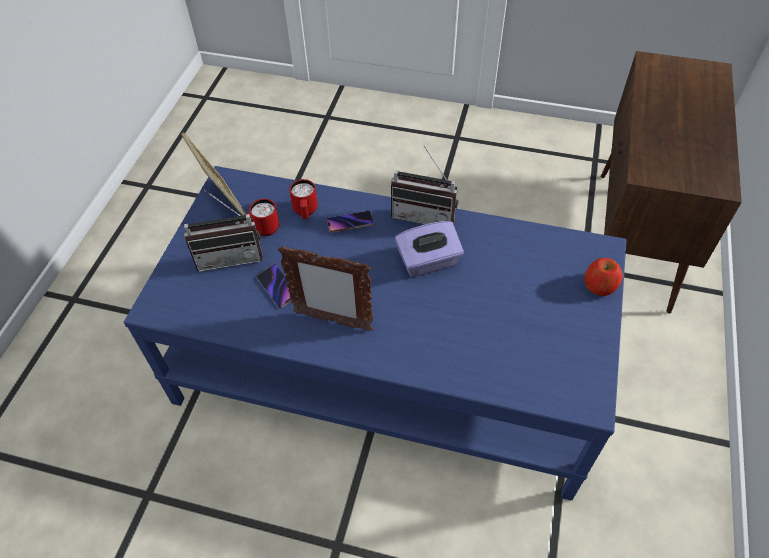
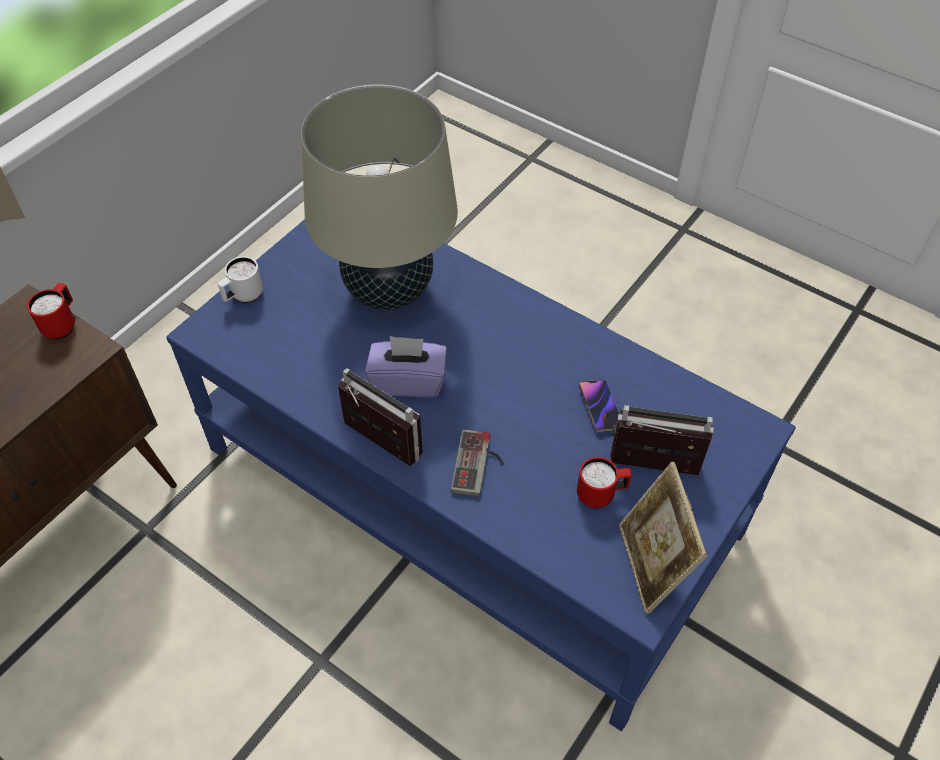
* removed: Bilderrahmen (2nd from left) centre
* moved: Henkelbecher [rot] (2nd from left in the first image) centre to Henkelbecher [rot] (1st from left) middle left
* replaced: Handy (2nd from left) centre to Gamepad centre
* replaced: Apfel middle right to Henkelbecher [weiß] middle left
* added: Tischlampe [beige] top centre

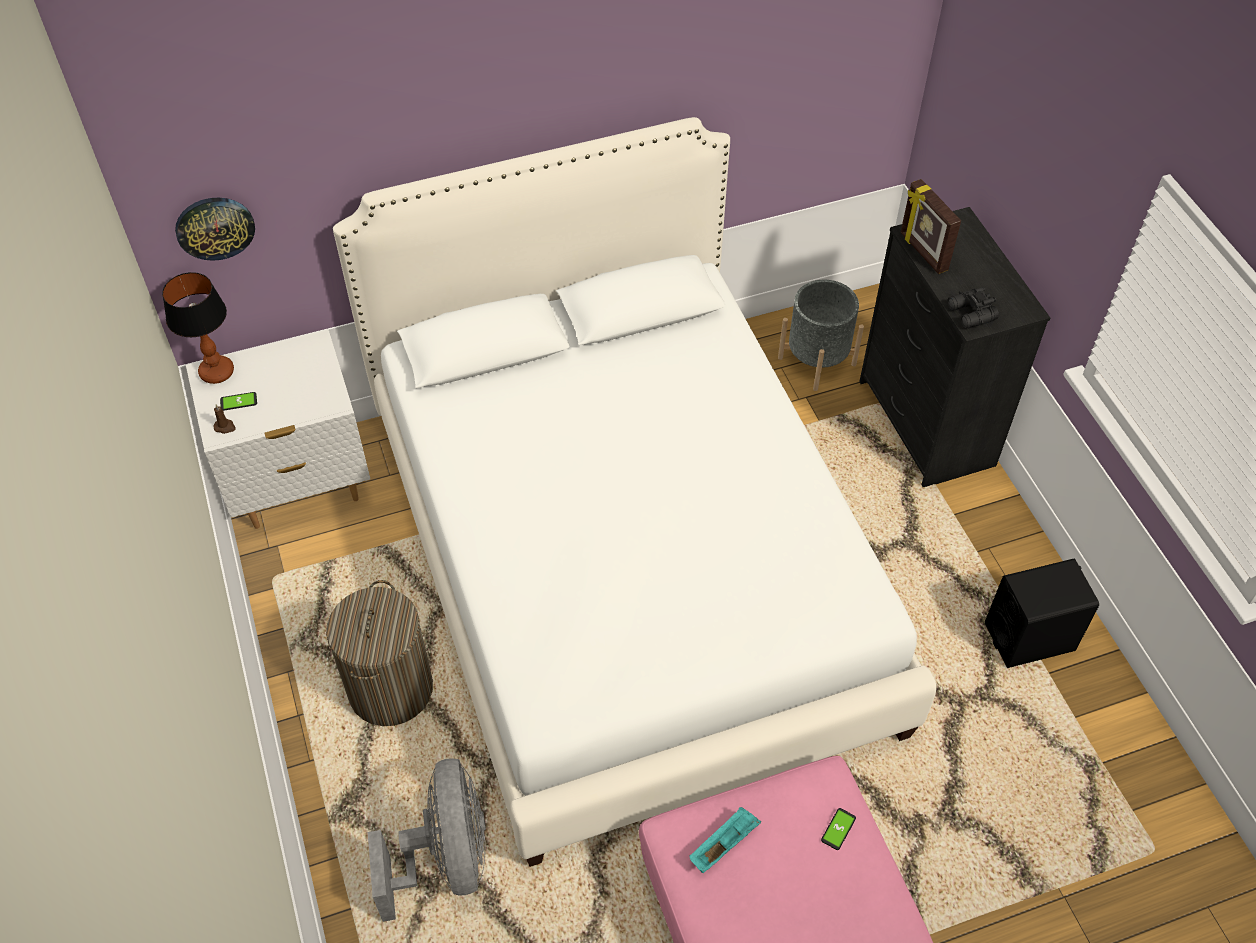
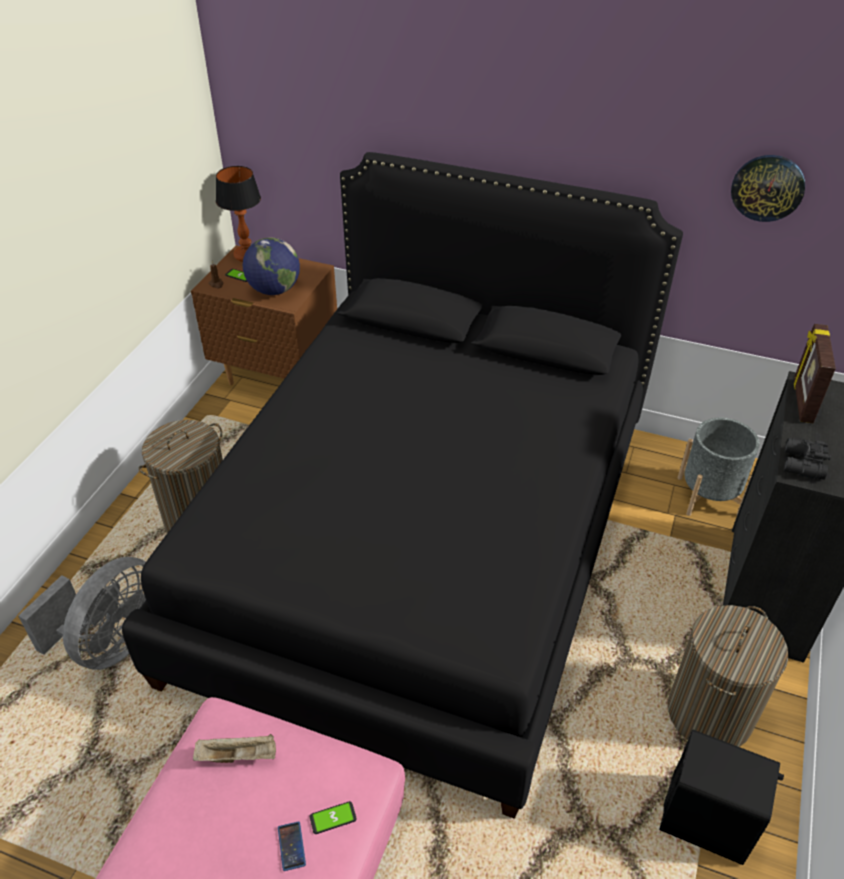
* moved: Wanduhr top left to top right
* recoloured: Nachttisch [weiß] middle left to Nachttisch [braun] middle left
* recoloured: Bett [weiß] centre to Bett [schwarz] centre
* recoloured: Tablett [türkis] bottom centre to Tablett [beige] bottom left
* added: Globus top left
* added: Handy (2nd from left) bottom centre
* added: Wäschekorb (2nd from left) bottom right

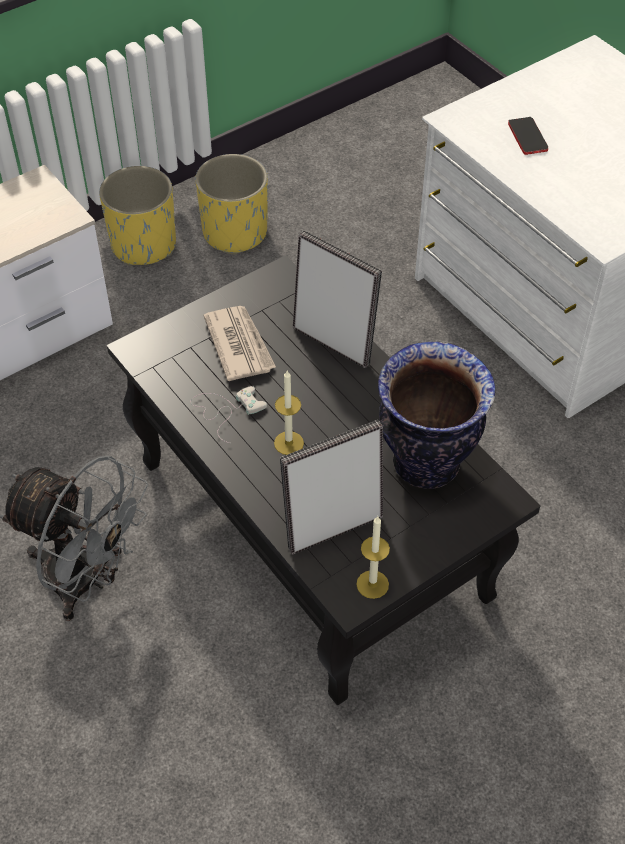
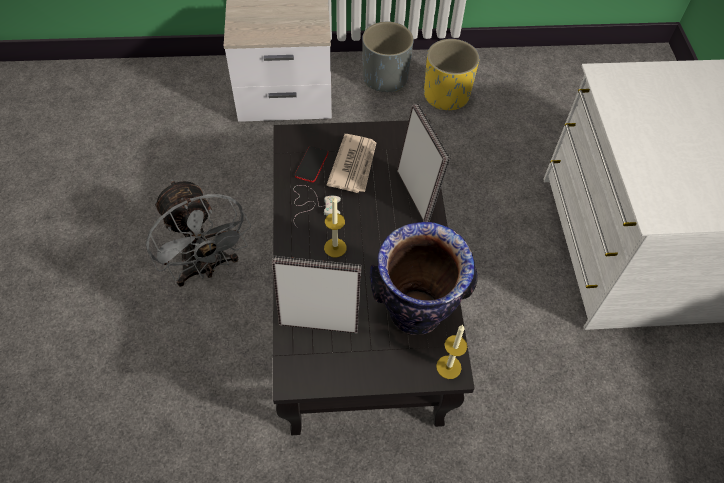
* recoloured: Pflanzkübel [gelb] (1st from left) top left to Pflanzkübel [grau] top centre
* moved: Kerze (2nd from left) centre to bottom centre
* moved: Handy top right to centre

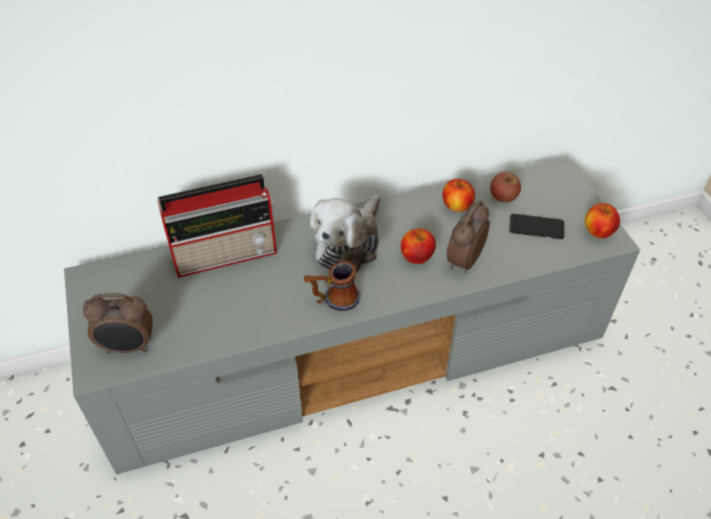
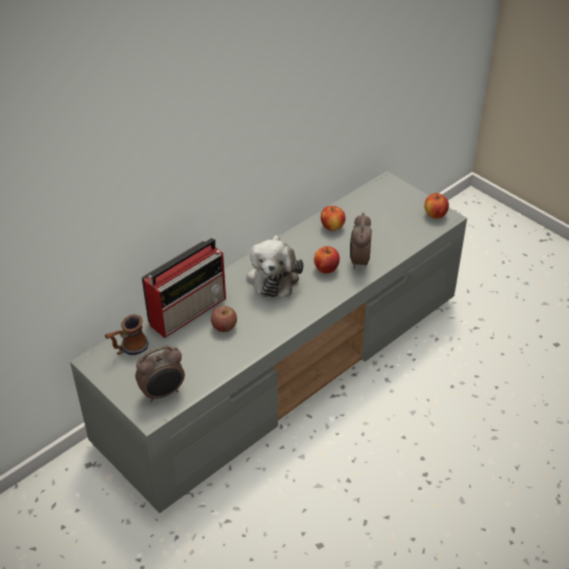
* moved: Henkelbecher centre to middle left
* moved: Apfel (3rd from left in the first image) middle right to Apfel (1st from left) centre
* removed: Handy middle right

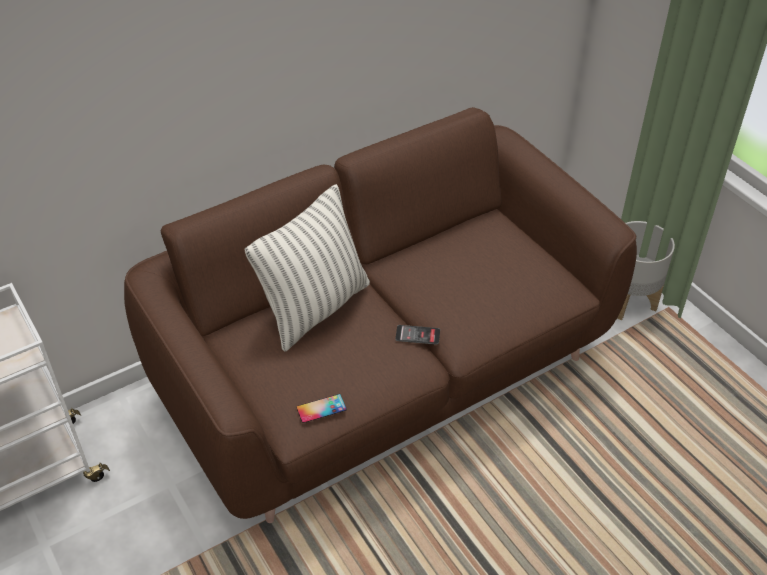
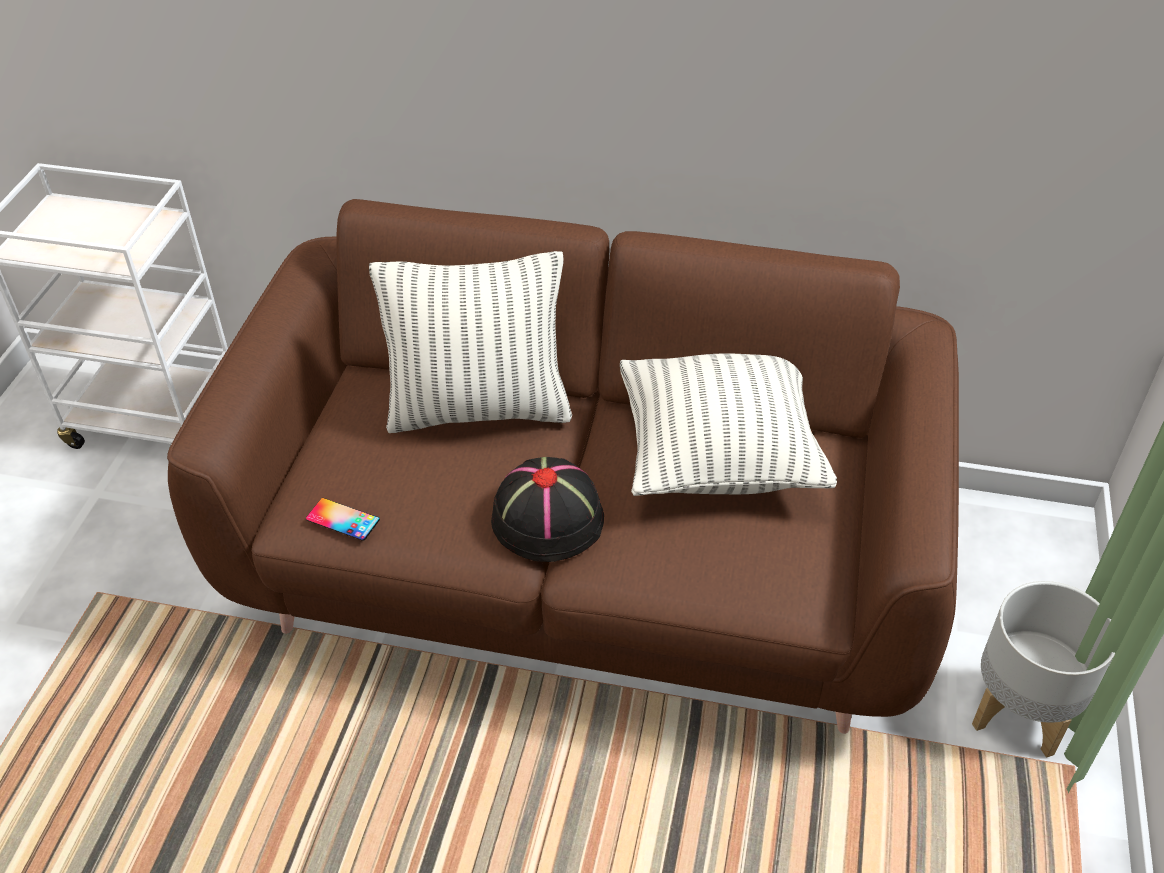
* replaced: Handy (2nd from left) centre to Hut [schwarz] centre
* added: Kissen (2nd from left) centre

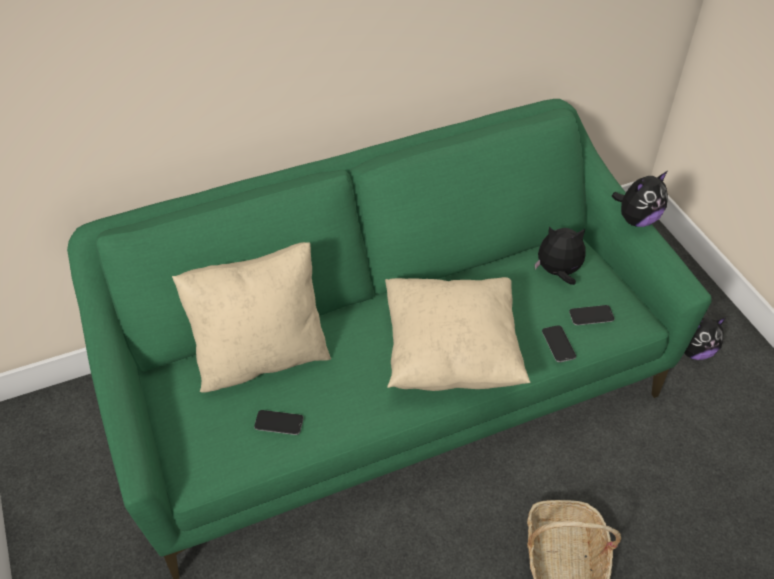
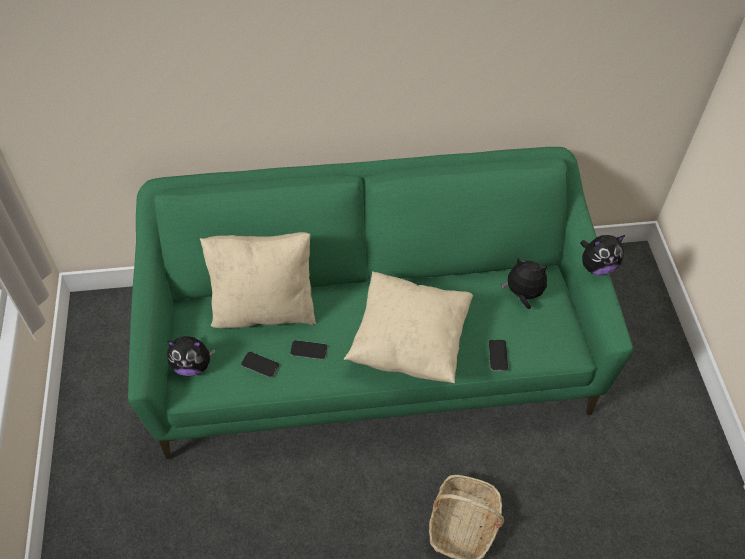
* moved: Handy (3rd from left in the first image) middle right to Handy (2nd from left) centre
* moved: Plüschtier (3rd from left in the first image) middle right to Plüschtier (1st from left) middle left

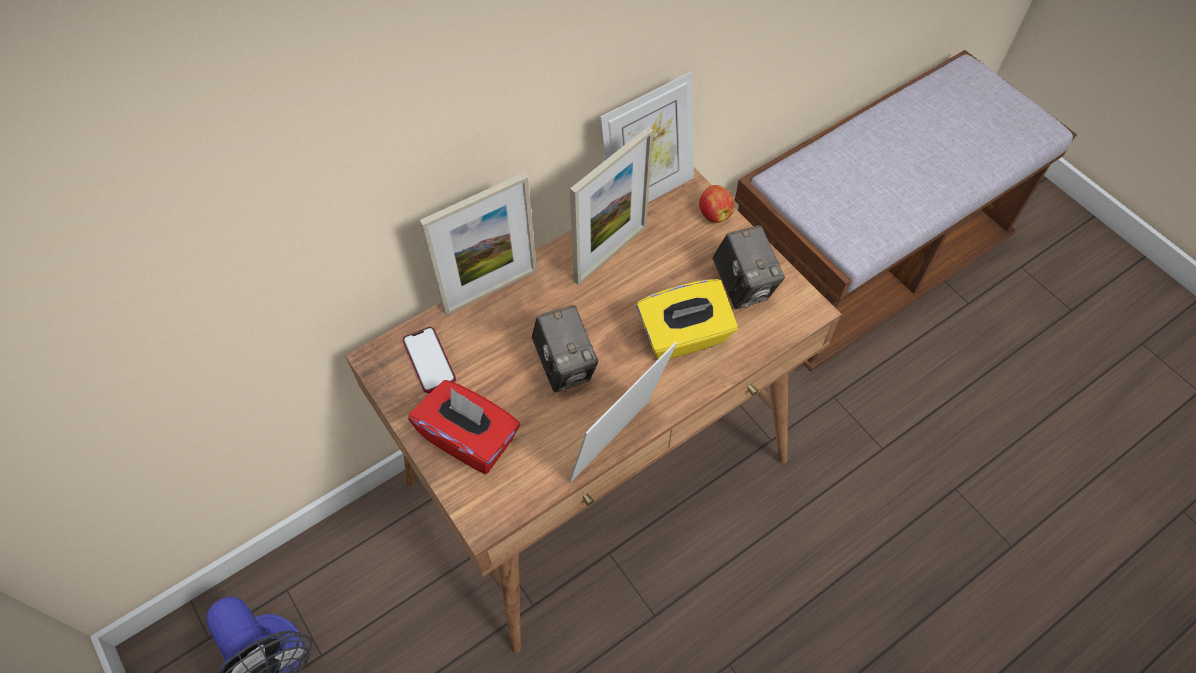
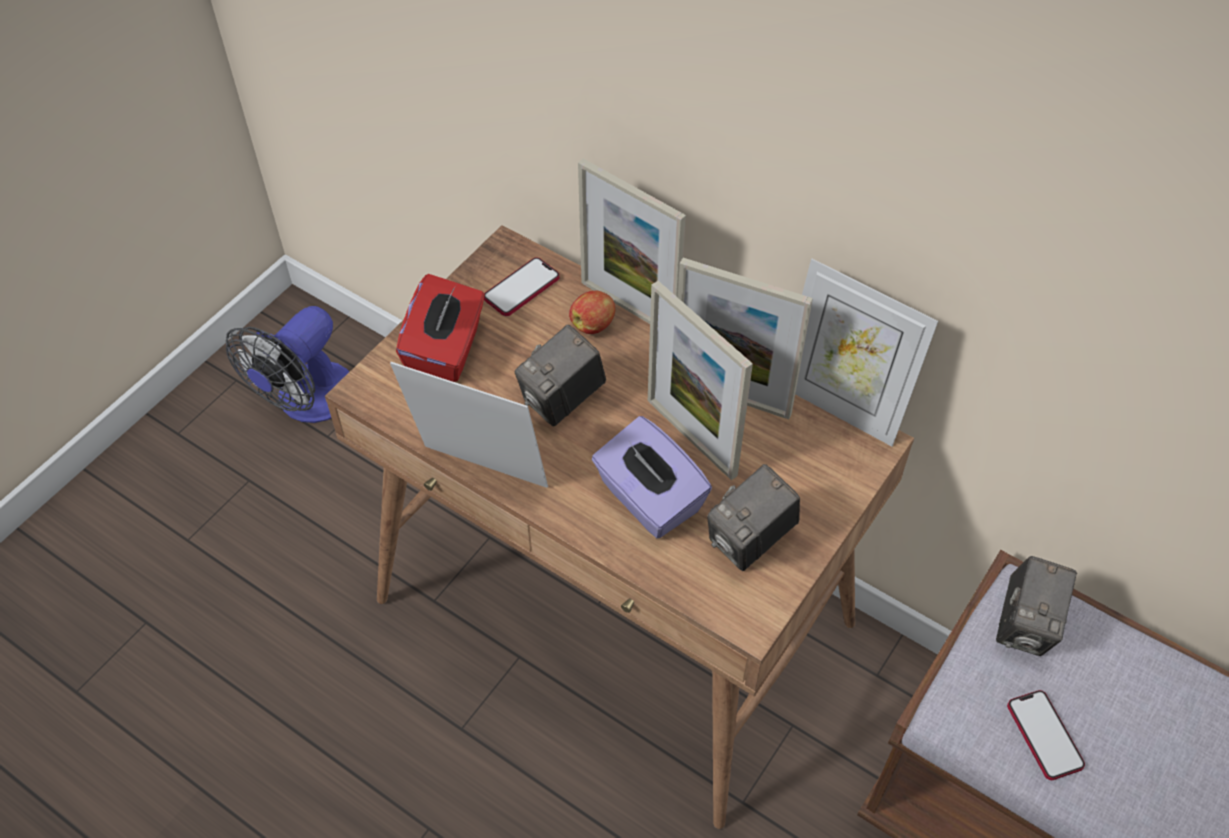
* recoloured: Taschentuchbox [gelb] centre to Taschentuchbox [lila] centre
* moved: Apfel top centre to centre
* added: Bilderrahmen (3rd from left) centre
* added: Kamera (3rd from left) bottom right
* added: Handy (2nd from left) bottom right

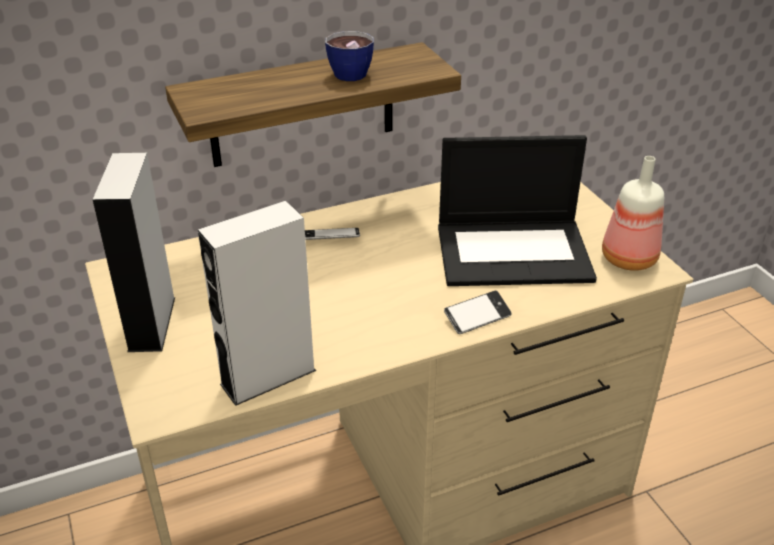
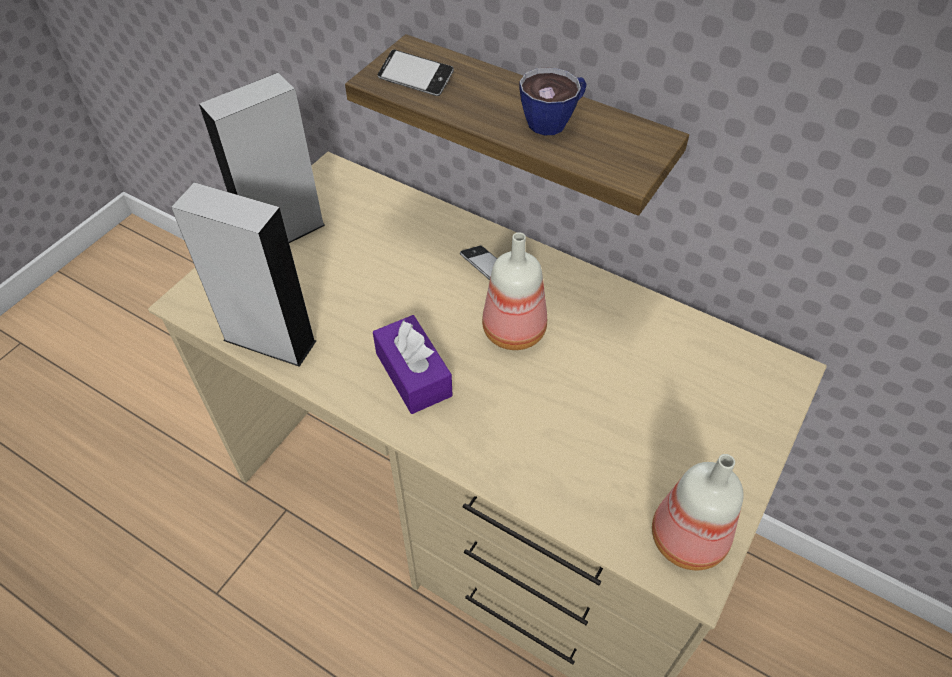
* removed: Laptop middle right
* moved: Handy (2nd from left in the first image) centre to Handy (1st from left) top centre
* added: Taschentuchbox [lila] centre
* added: Flasche (1st from left) centre

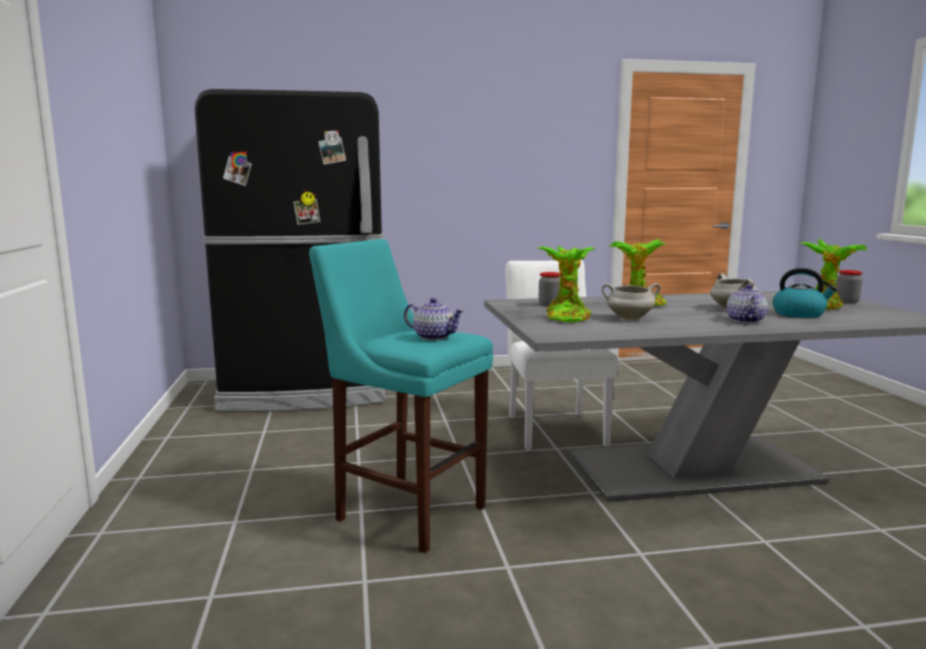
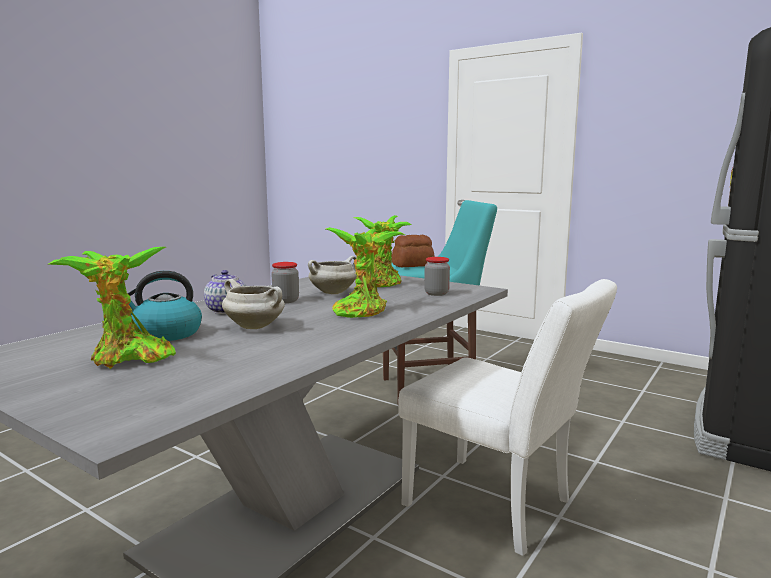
* replaced: Teekanne (1st from left) centre to Brot centre
* moved: Vorratsglas (2nd from left in the first image) middle right to Vorratsglas (1st from left) centre

